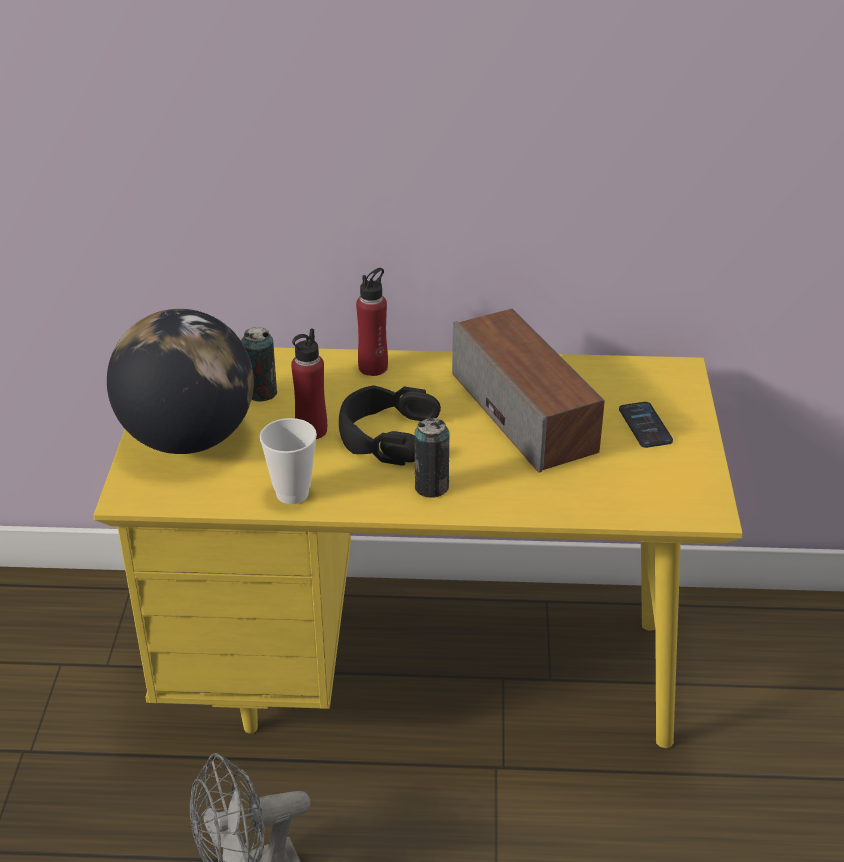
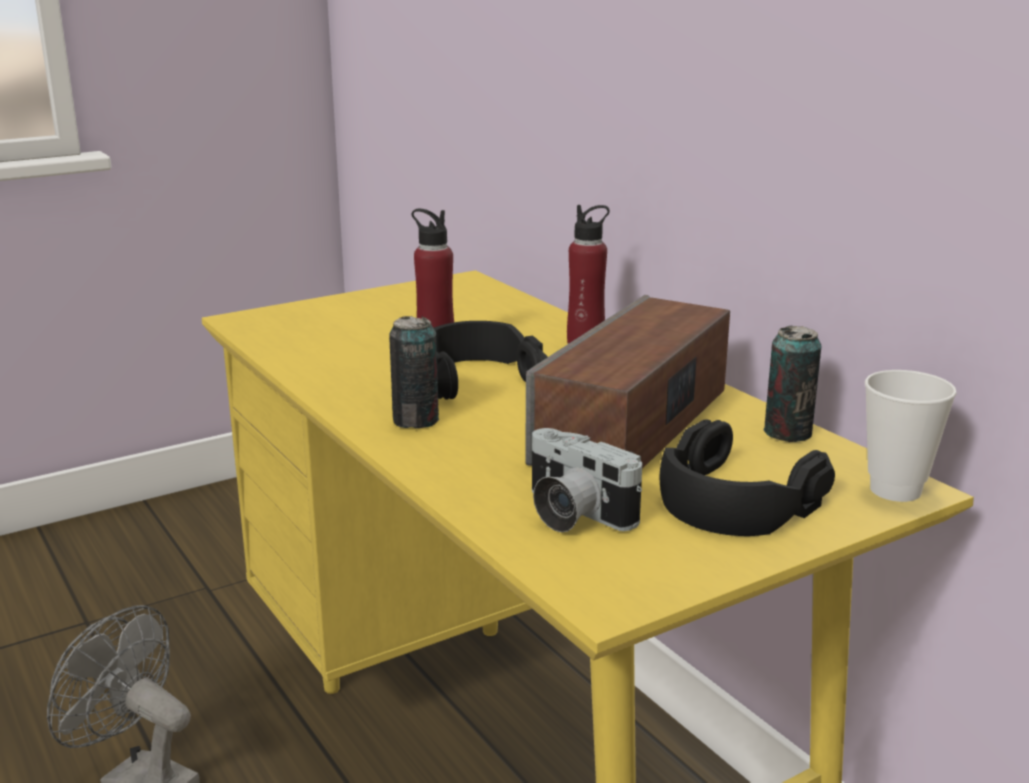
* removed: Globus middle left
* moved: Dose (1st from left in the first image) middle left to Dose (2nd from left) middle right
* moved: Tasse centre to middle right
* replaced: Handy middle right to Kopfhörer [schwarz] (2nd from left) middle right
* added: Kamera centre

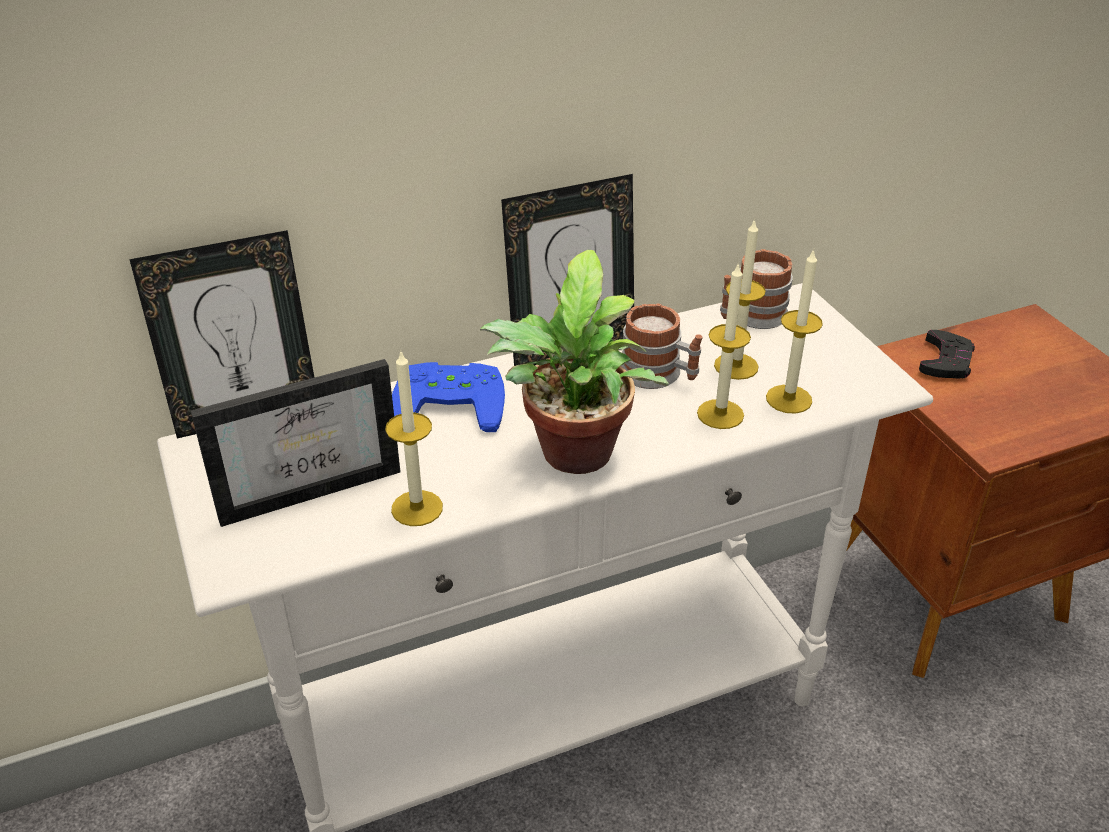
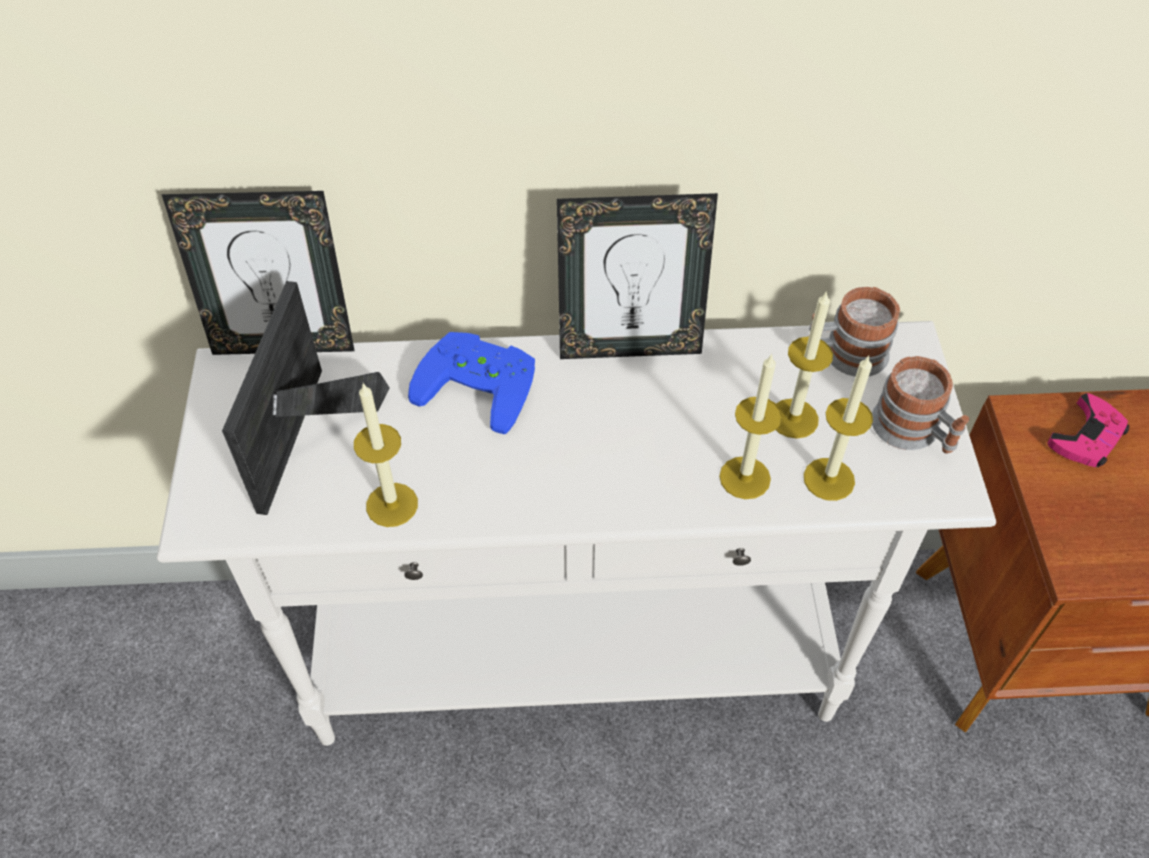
* turned: Bilderrahmen (2nd from left) middle left = middle left 105 degrees clockwise
* removed: Topfpflanze centre
* moved: Henkelbecher (1st from left in the first image) centre to Henkelbecher (2nd from left) middle right
* recoloured: Gamepad [schwarz] middle right to Gamepad [rosa] middle right

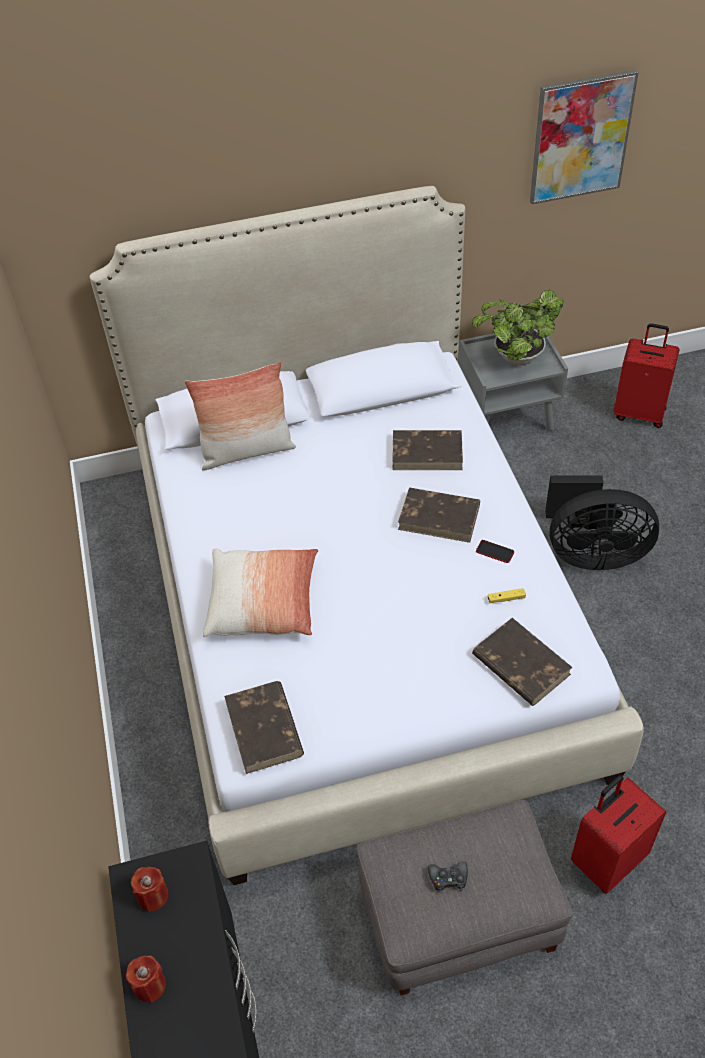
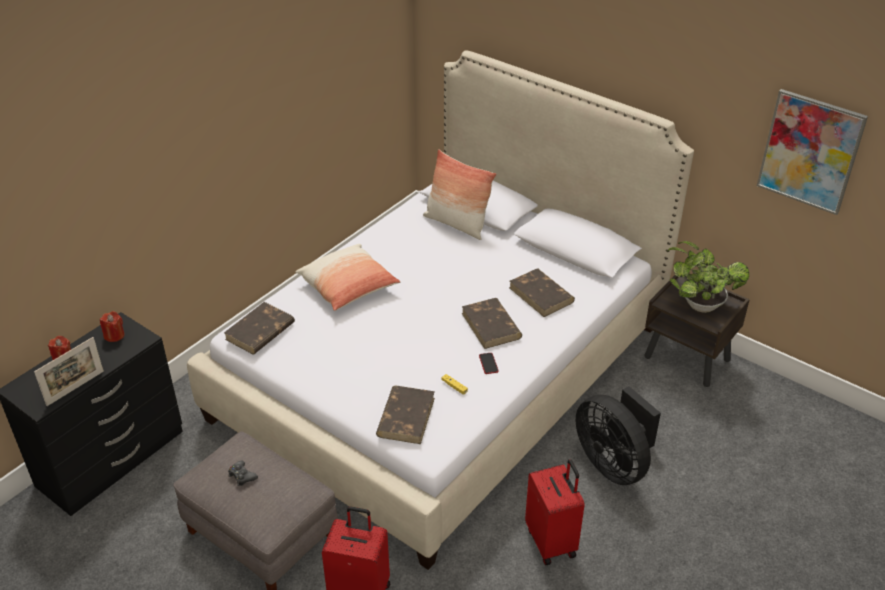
* recoloured: Nachttisch [grau] middle right to Nachttisch [braun] middle right
* moved: Koffer [rot] (2nd from left) middle right to bottom centre
* added: Bilderrahmen middle left

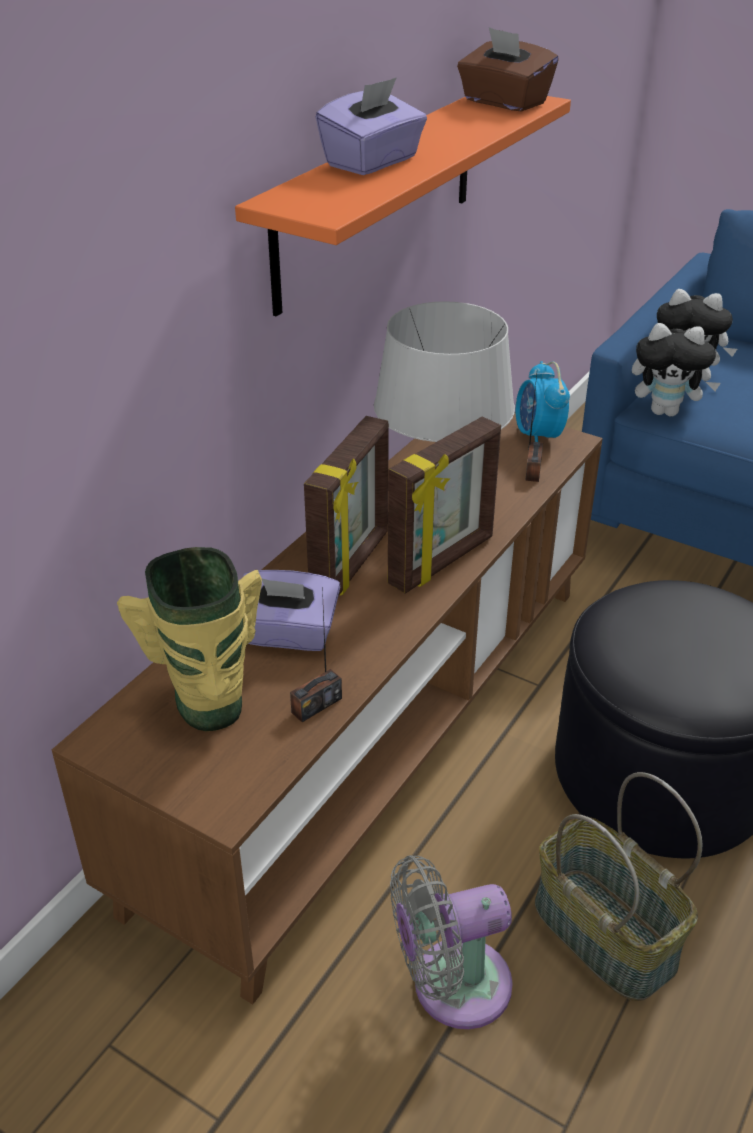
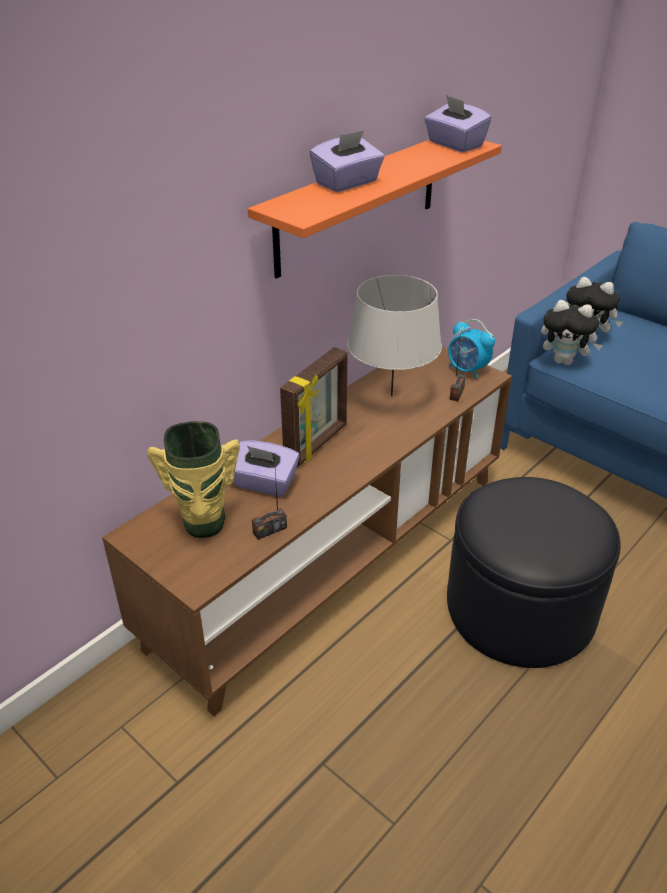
* removed: Bilderrahmen (2nd from left) centre
* removed: Ventilator [grau] bottom centre
* recoloured: Taschentuchbox [braun] top right to Taschentuchbox [lila] (3rd from left) top right
* turned: Wecker middle right = middle right 45 degrees counterclockwise
* removed: Korb bottom right

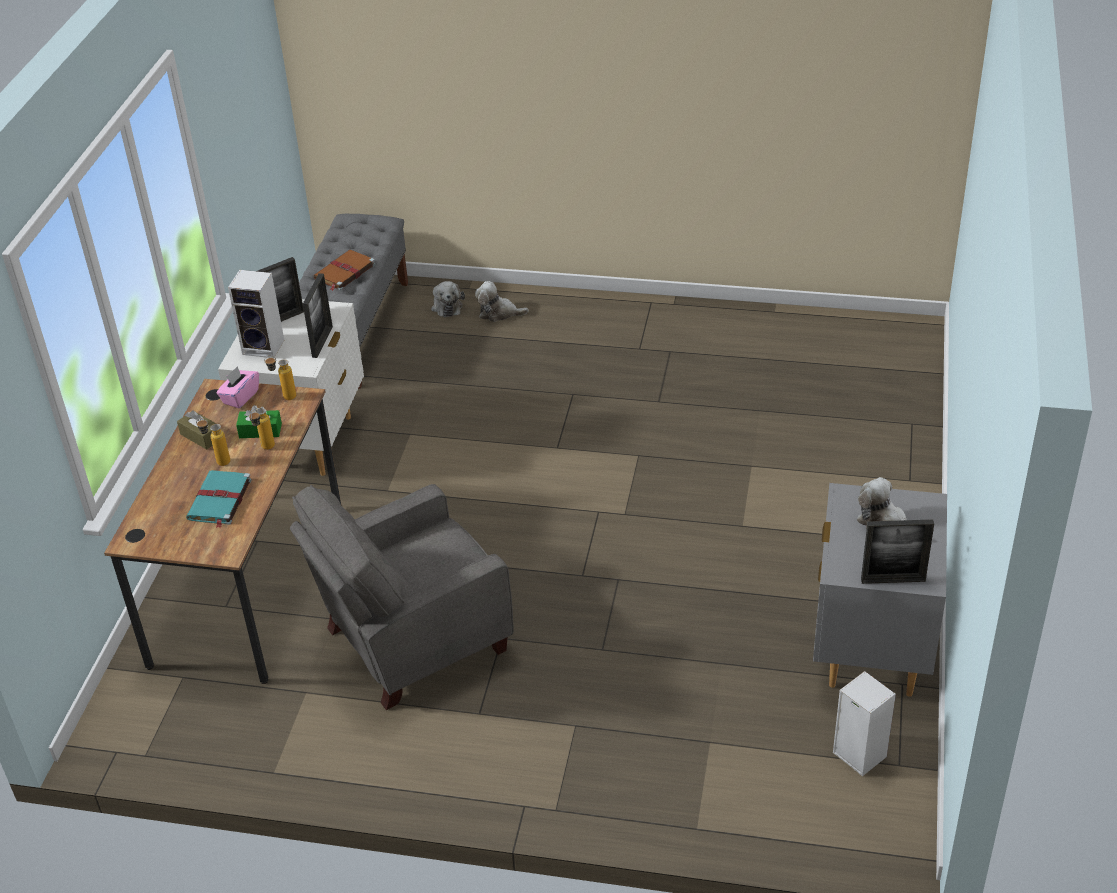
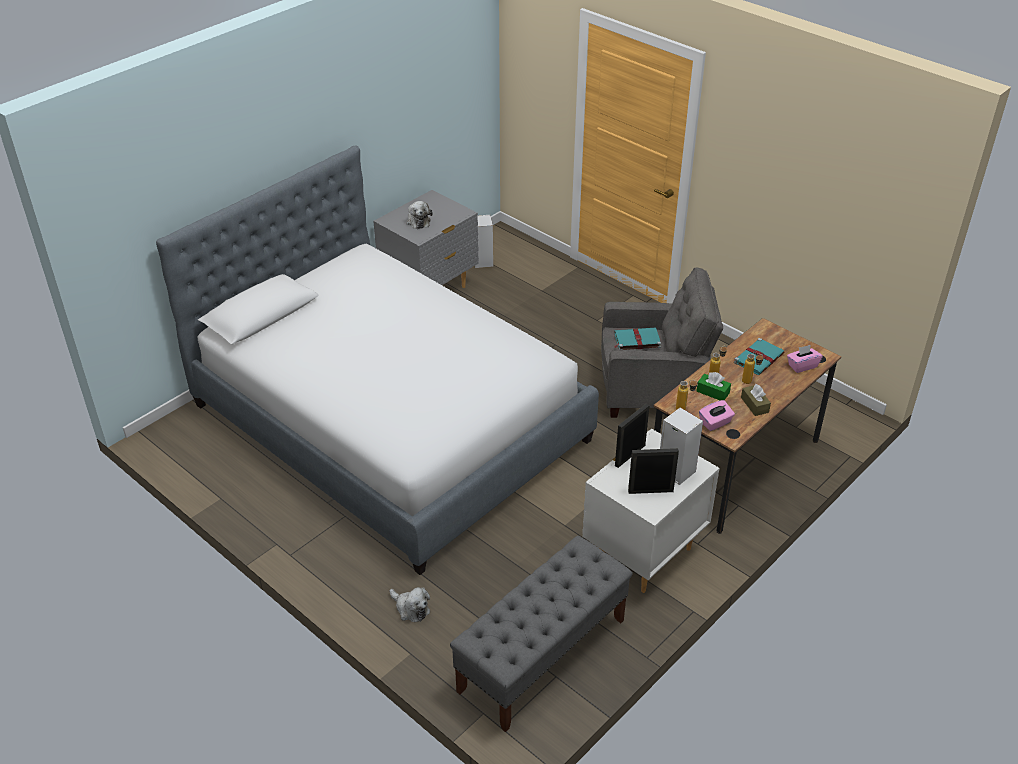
* removed: Buch [braun] top left
* removed: Plüschtier (1st from left) centre
* removed: Bilderrahmen (3rd from left) middle right
* added: Bett centre
* added: Buch [türkis] (1st from left) centre
* added: Taschentuchbox [rosa] (2nd from left) middle right

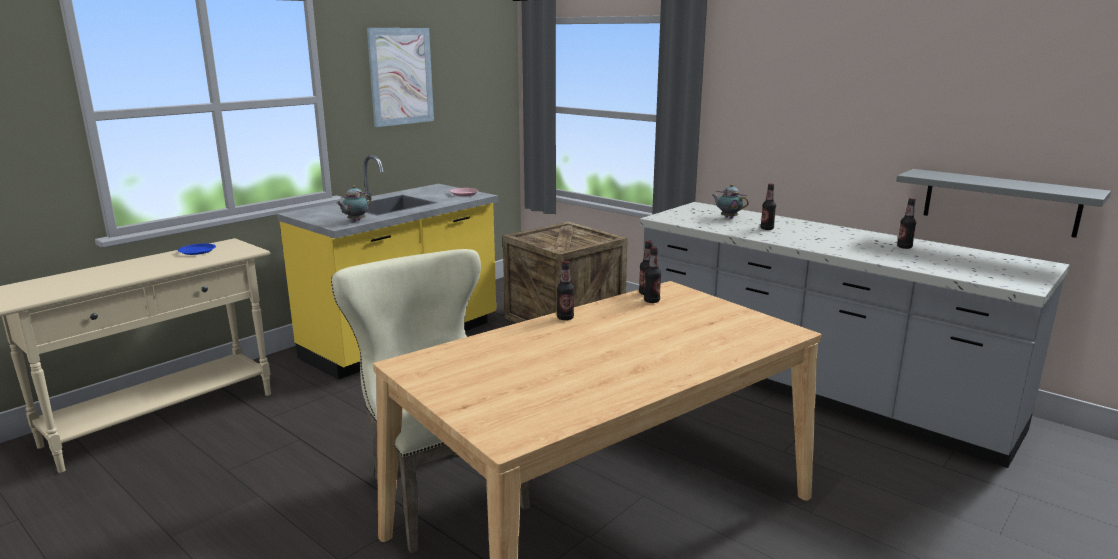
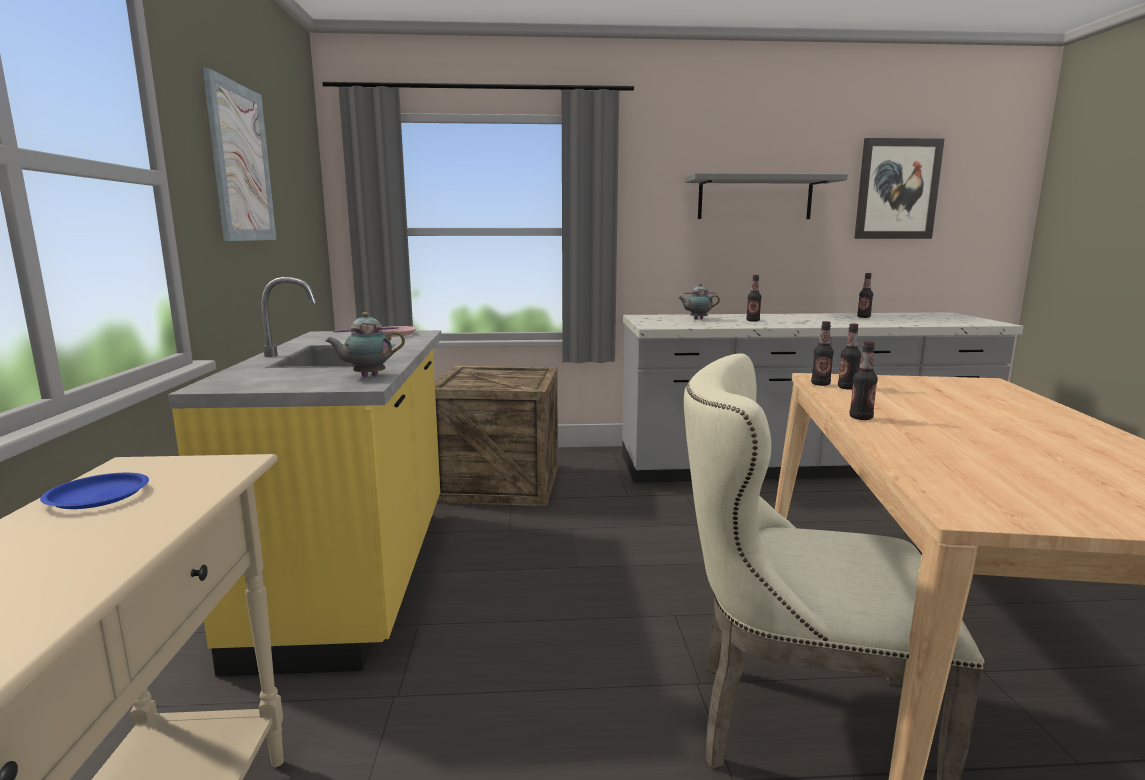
* turned: Teekanne (1st from left) middle left = middle left 75 degrees clockwise
* moved: Wandregal [grau] middle right to top right
* added: Bild (2nd from left) top right

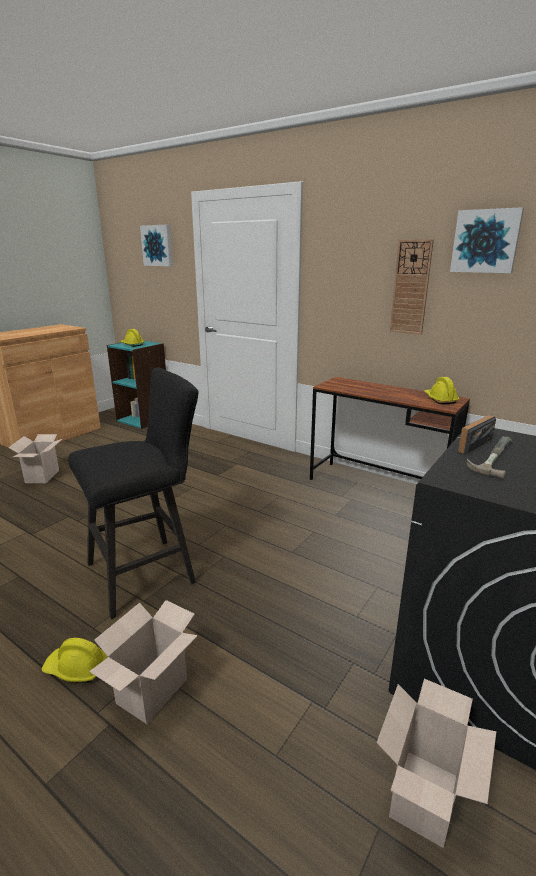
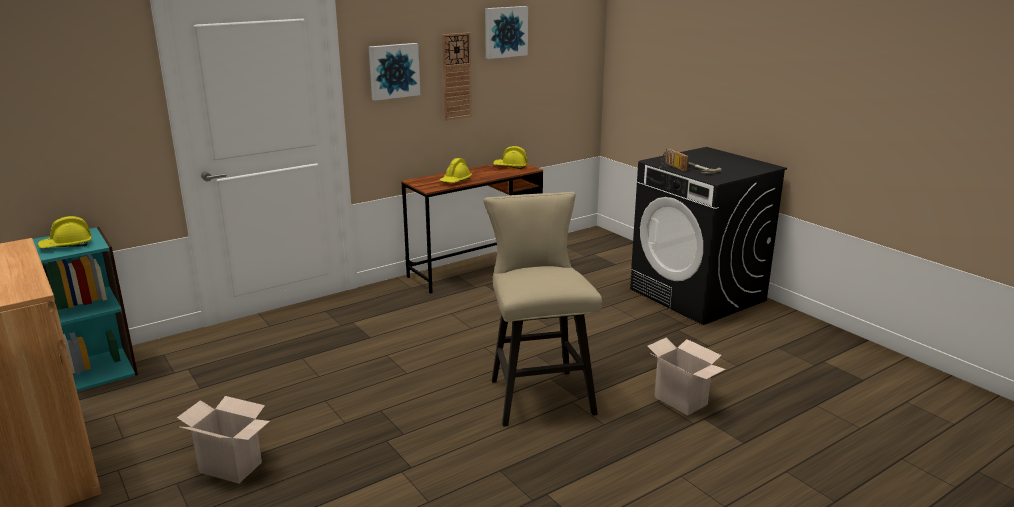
* moved: Schutzhelm [gelb] (1st from left in the first image) bottom left to Schutzhelm [gelb] (2nd from left) centre
* recoloured: Hocker [schwarz] middle left to Hocker [beige] centre
* moved: Bild (1st from left) top left to top centre
* removed: Karton (3rd from left) bottom right

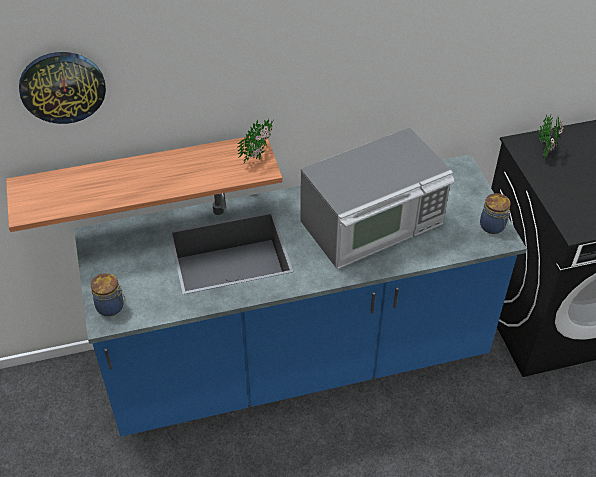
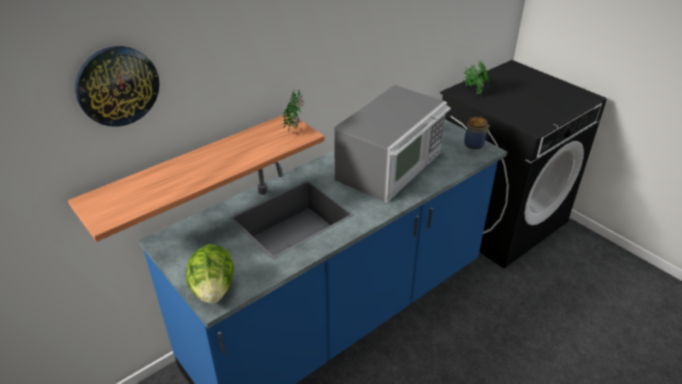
* replaced: Vorratsglas (1st from left) middle left to Salatkopf bottom left

